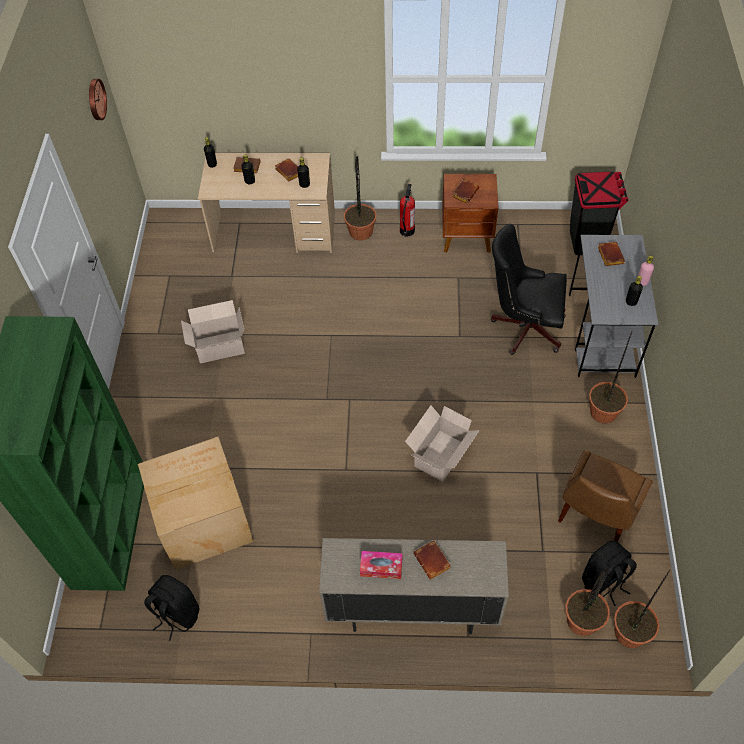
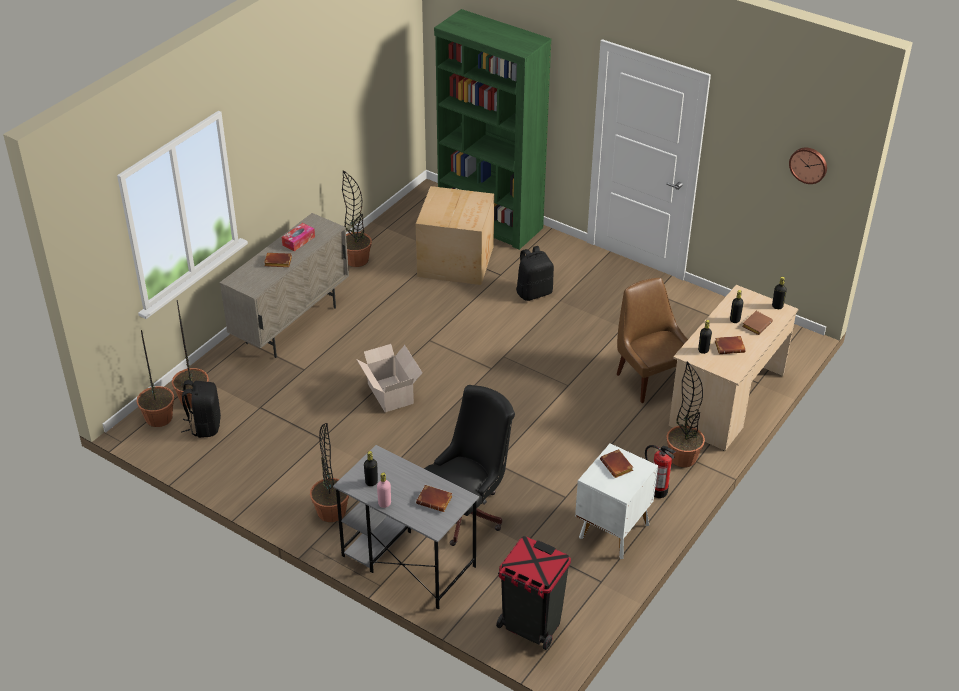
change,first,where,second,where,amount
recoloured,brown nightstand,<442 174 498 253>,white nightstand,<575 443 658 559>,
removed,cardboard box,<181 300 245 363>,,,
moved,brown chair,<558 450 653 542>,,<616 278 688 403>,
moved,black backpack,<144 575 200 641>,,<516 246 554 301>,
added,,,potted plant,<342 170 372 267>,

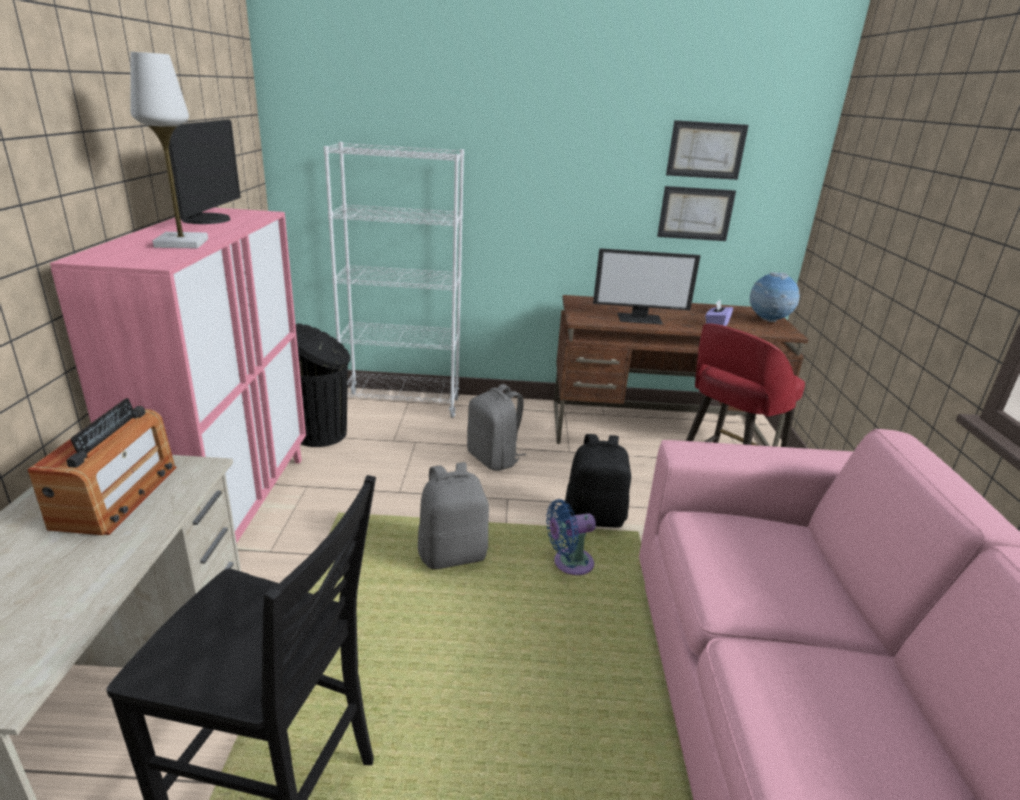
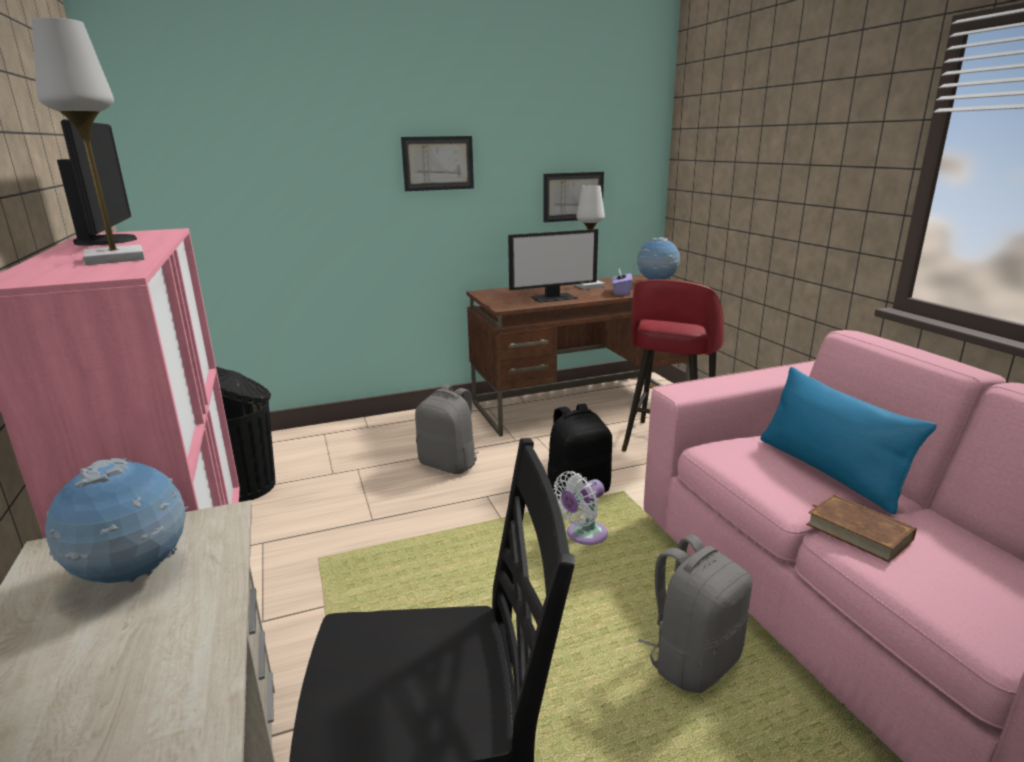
change,first,where,second,where,amount
moved,picture,<666 120 749 180>,,<401 136 474 191>,
removed,white bookcase,<324 142 464 418>,,,
replaced,radio,<27 398 177 535>,globe,<45 458 189 583>,
moved,grey backpack,<418 462 489 570>,,<638 534 752 693>,
recoloured,blue fan,<546 499 596 575>,white fan,<553 471 608 545>,
added,,,white table lamp,<573 185 605 289>,
added,,,blue pillow,<760 367 937 514>,
added,,,brown book,<806 495 917 563>,

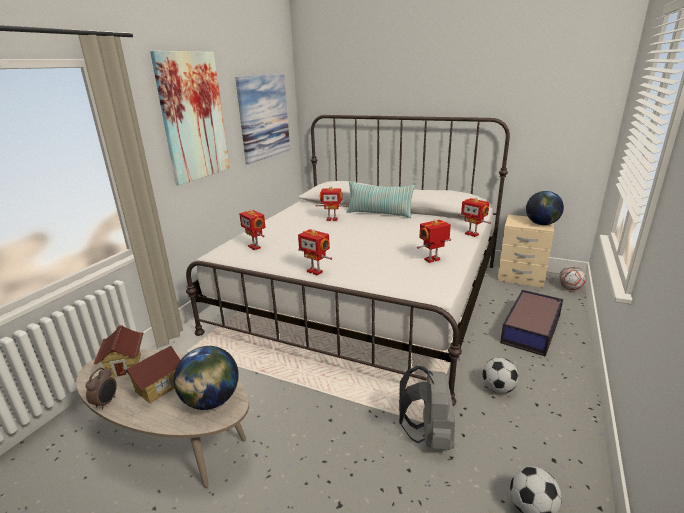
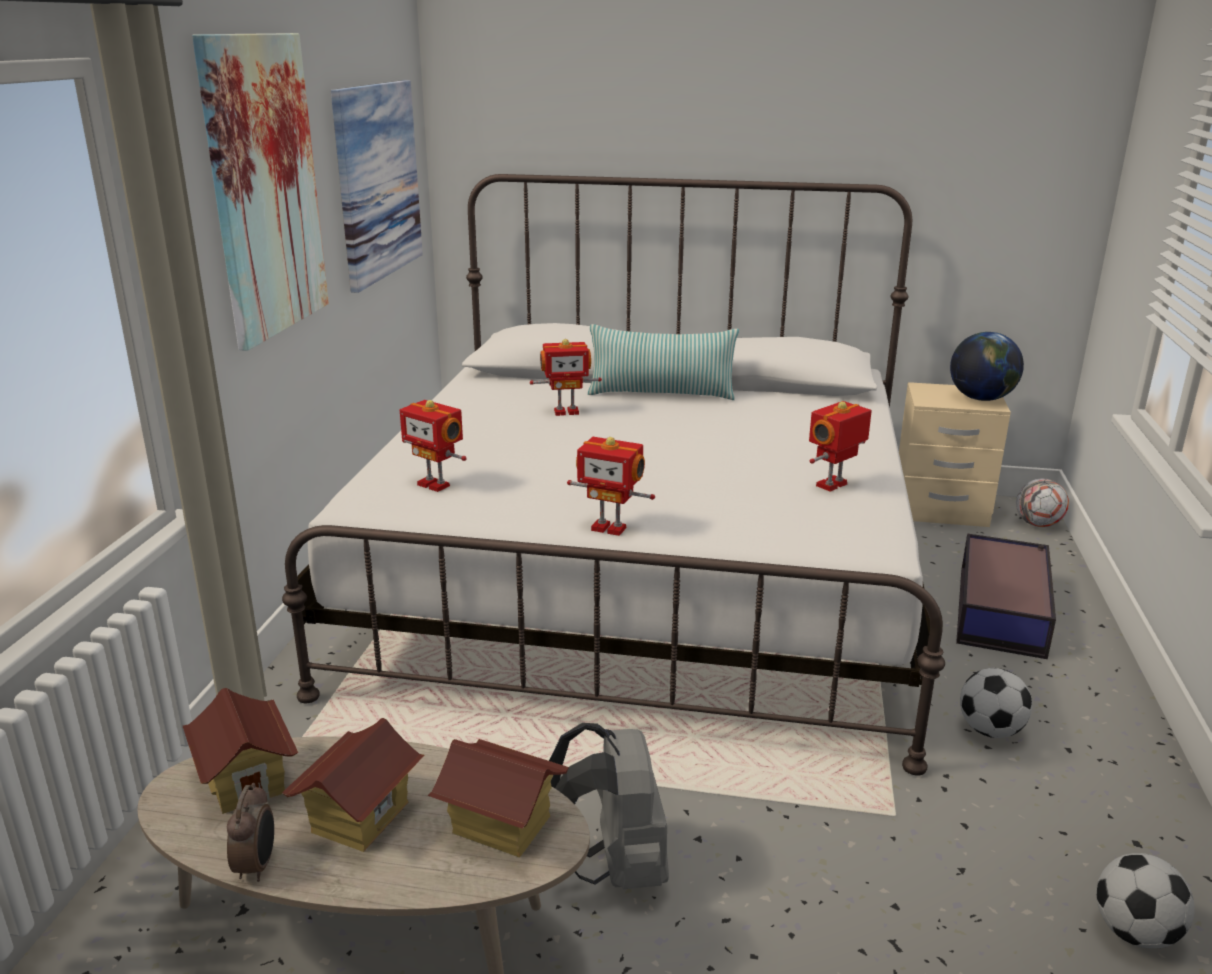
change,first,where,second,where,amount
removed,toy robot,<458 198 491 237>,,,
replaced,globe,<174 346 239 410>,toy house,<428 739 569 858>,
moved,grey backpack,<399 366 455 450>,,<549 723 669 889>,

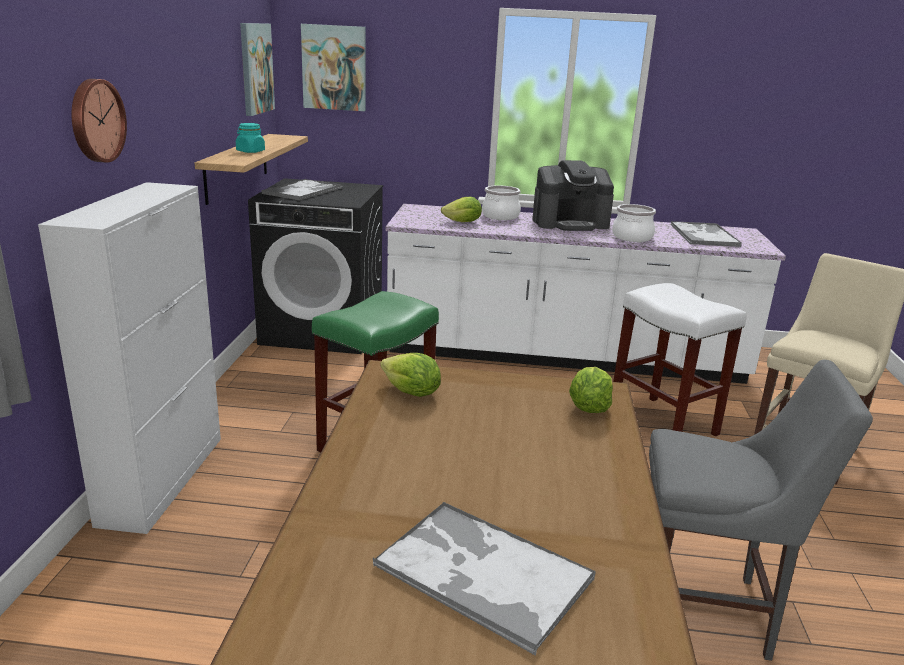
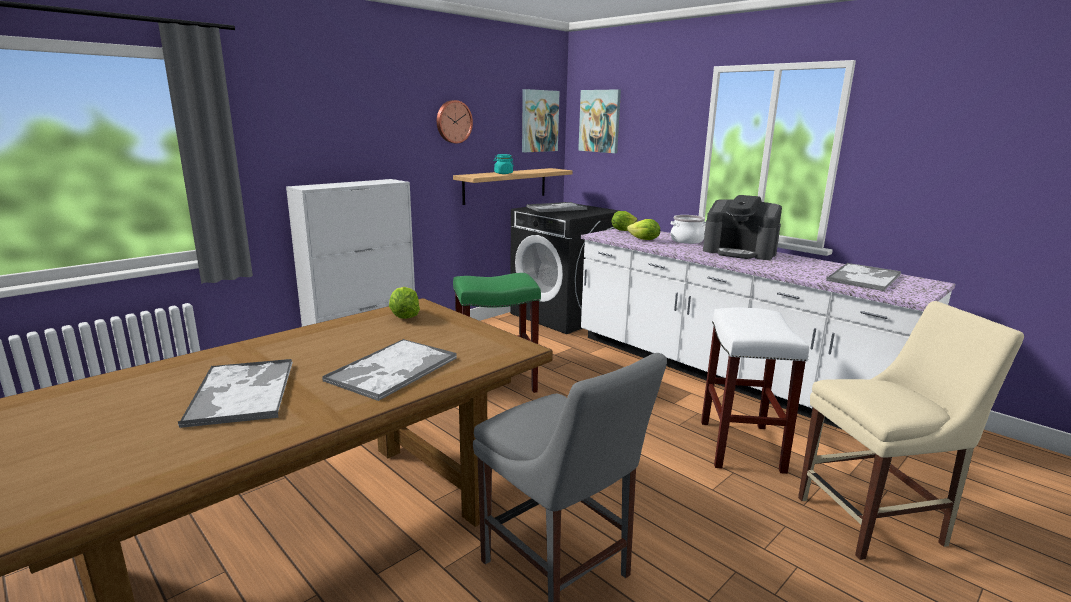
change,first,where,second,where,amount
moved,wall clock,<71 79 127 163>,,<437 100 473 144>,
removed,cooking pot,<612 204 656 242>,,,
moved,lettuce,<569 367 613 413>,,<611 211 637 231>,
added,,,tray,<322 339 457 401>,

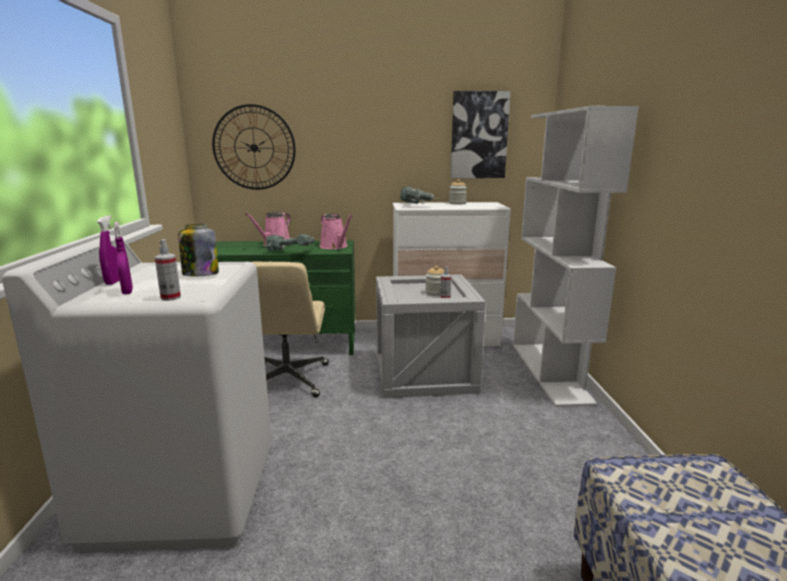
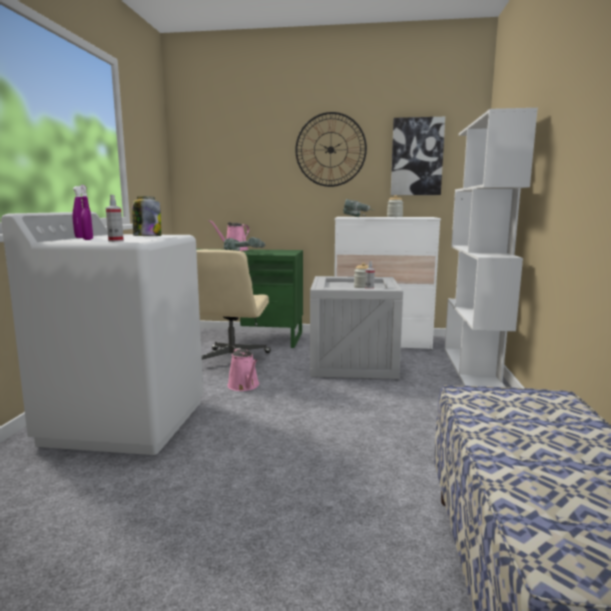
change,first,where,second,where,amount
moved,wall clock,<212 104 296 190>,,<295 112 367 187>,
moved,pink watering can,<320 213 353 249>,,<227 348 259 391>,

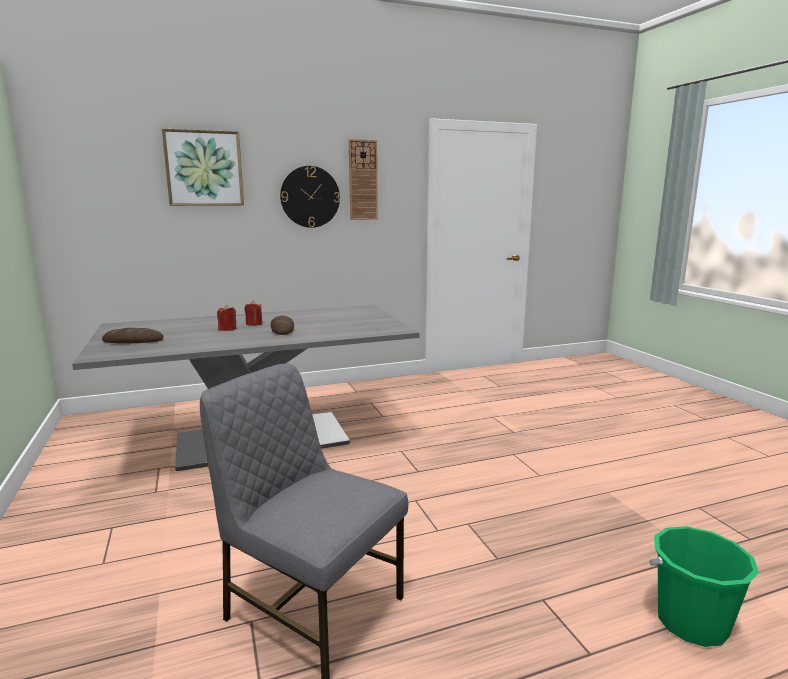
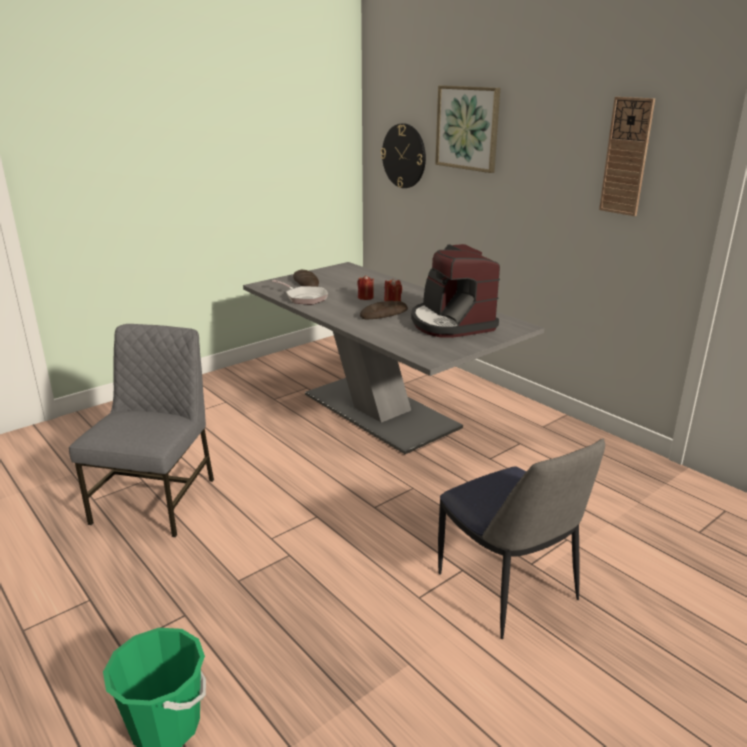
change,first,where,second,where,amount
moved,wall clock,<280 166 340 228>,,<381 123 426 188>,
added,,,coffee machine,<411 244 500 338>,
added,,,frying pan,<272 280 328 304>,
added,,,chair,<438 439 605 639>,

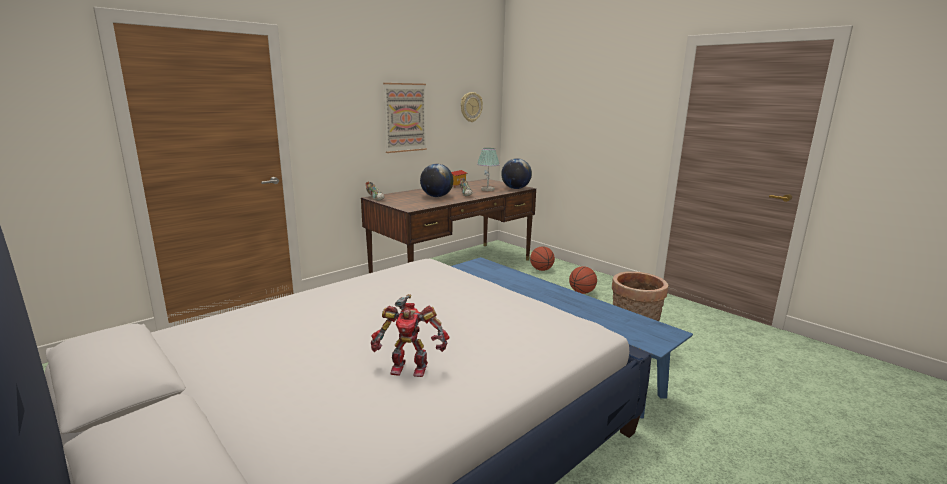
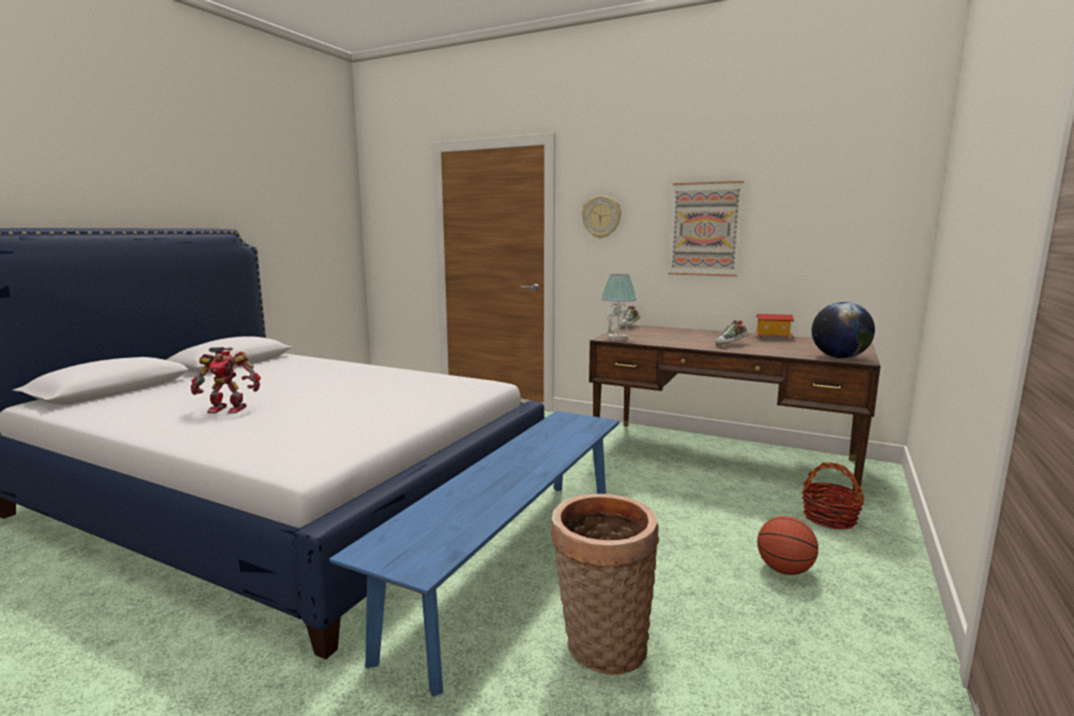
change,first,where,second,where,amount
moved,wall clock,<461 92 483 122>,,<582 196 621 238>,
moved,table lamp,<477 148 500 191>,,<602 274 637 341>,
removed,globe,<420 164 453 197>,,,
replaced,basketball,<530 247 555 271>,basket,<802 463 864 529>,
turned,toy robot,<371 294 449 377>,,<191 347 261 413>,75 degrees counterclockwise

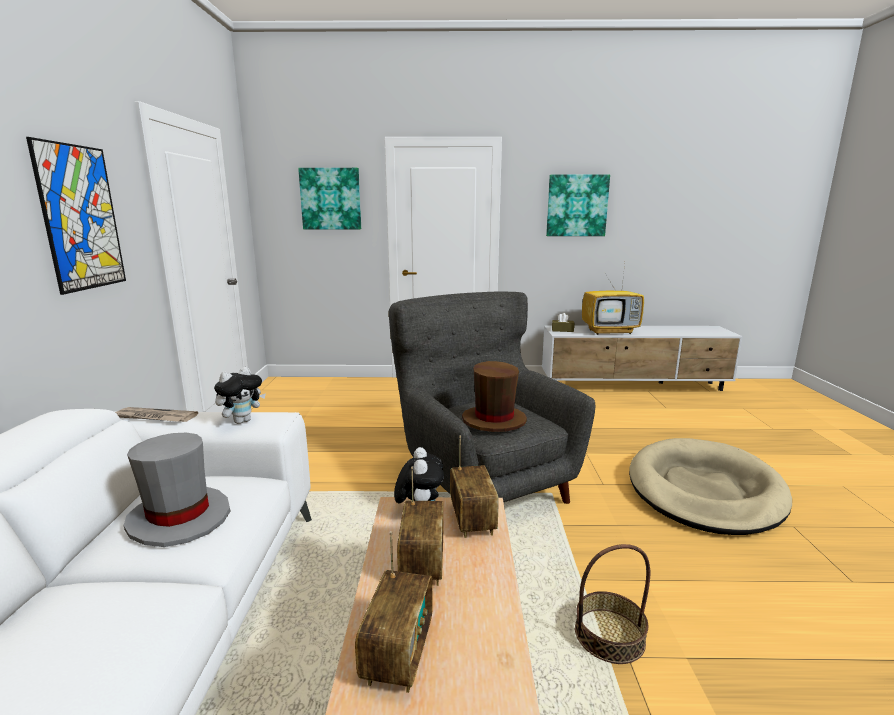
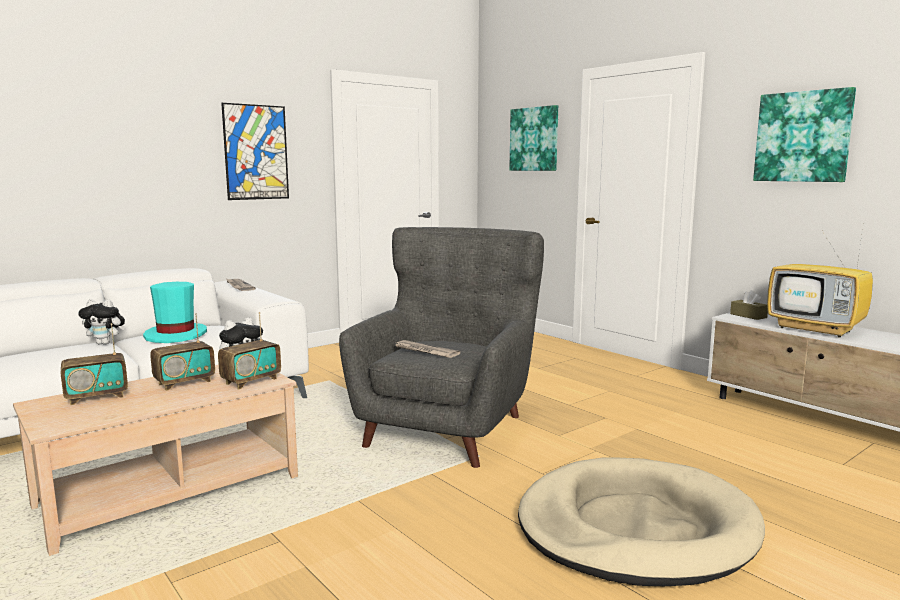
change,first,where,second,where,amount
replaced,brown hat,<462 361 527 432>,newspaper,<395 340 460 358>,
moved,plush toy,<214 367 266 424>,,<78 299 125 345>,
recoloured,grey hat,<123 433 231 547>,turquoise hat,<143 282 207 343>,
removed,basket,<575 544 650 664>,,,

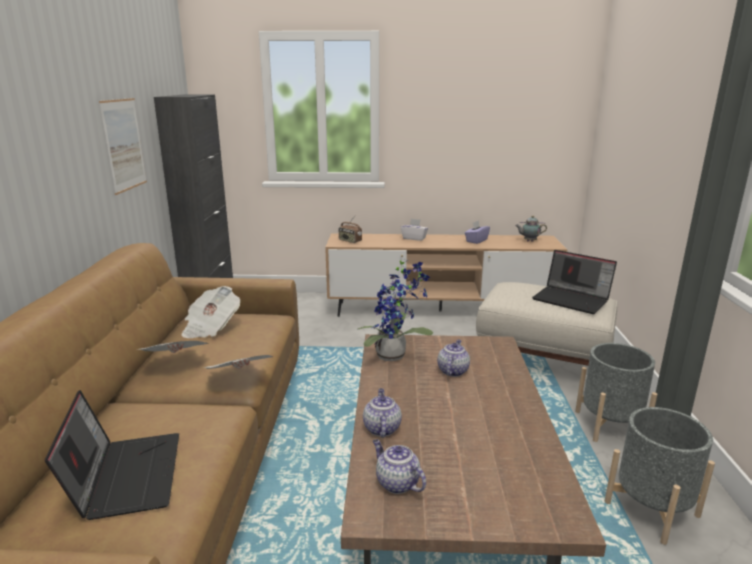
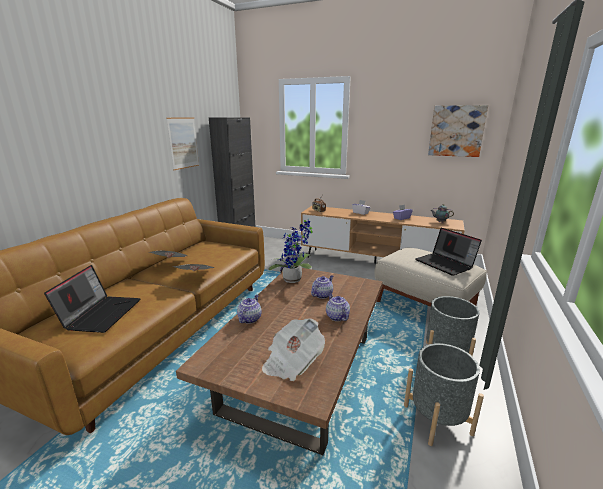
change,first,where,second,where,amount
moved,newspaper,<181 286 240 338>,,<262 319 325 381>,
moved,teapot,<373 439 426 494>,,<326 293 350 321>,
added,,,picture,<428 105 488 157>,

